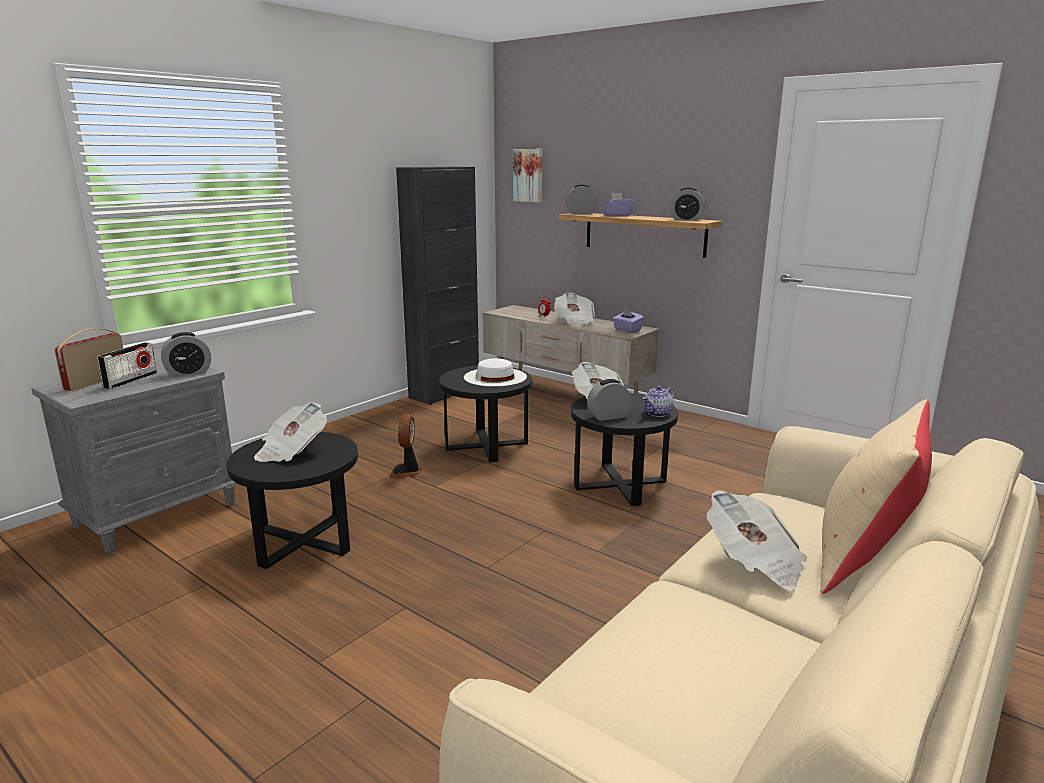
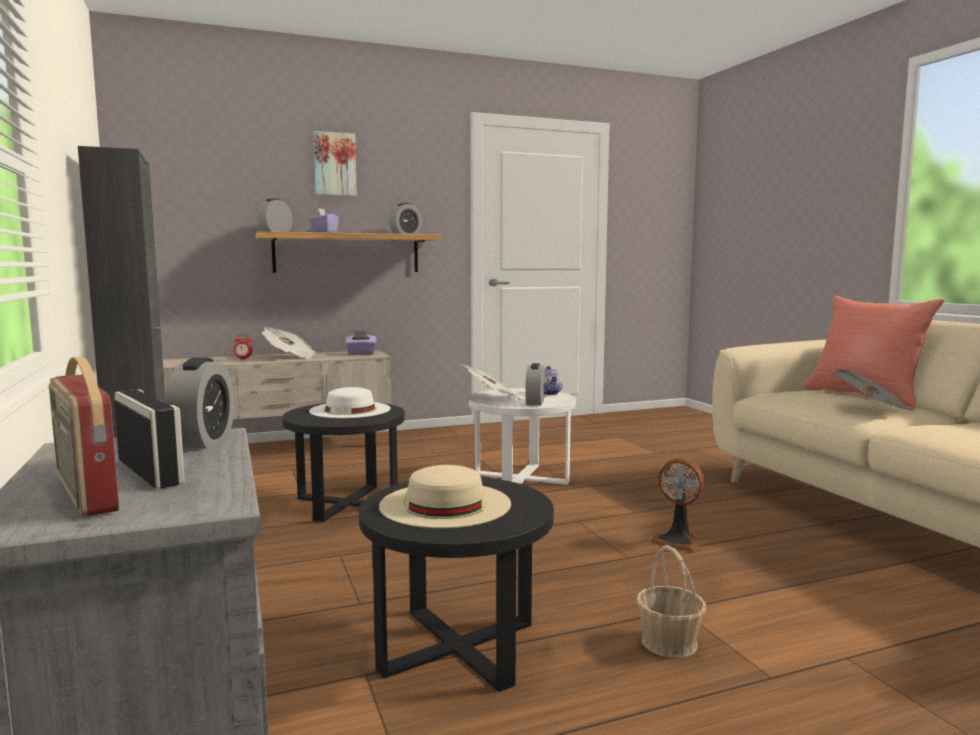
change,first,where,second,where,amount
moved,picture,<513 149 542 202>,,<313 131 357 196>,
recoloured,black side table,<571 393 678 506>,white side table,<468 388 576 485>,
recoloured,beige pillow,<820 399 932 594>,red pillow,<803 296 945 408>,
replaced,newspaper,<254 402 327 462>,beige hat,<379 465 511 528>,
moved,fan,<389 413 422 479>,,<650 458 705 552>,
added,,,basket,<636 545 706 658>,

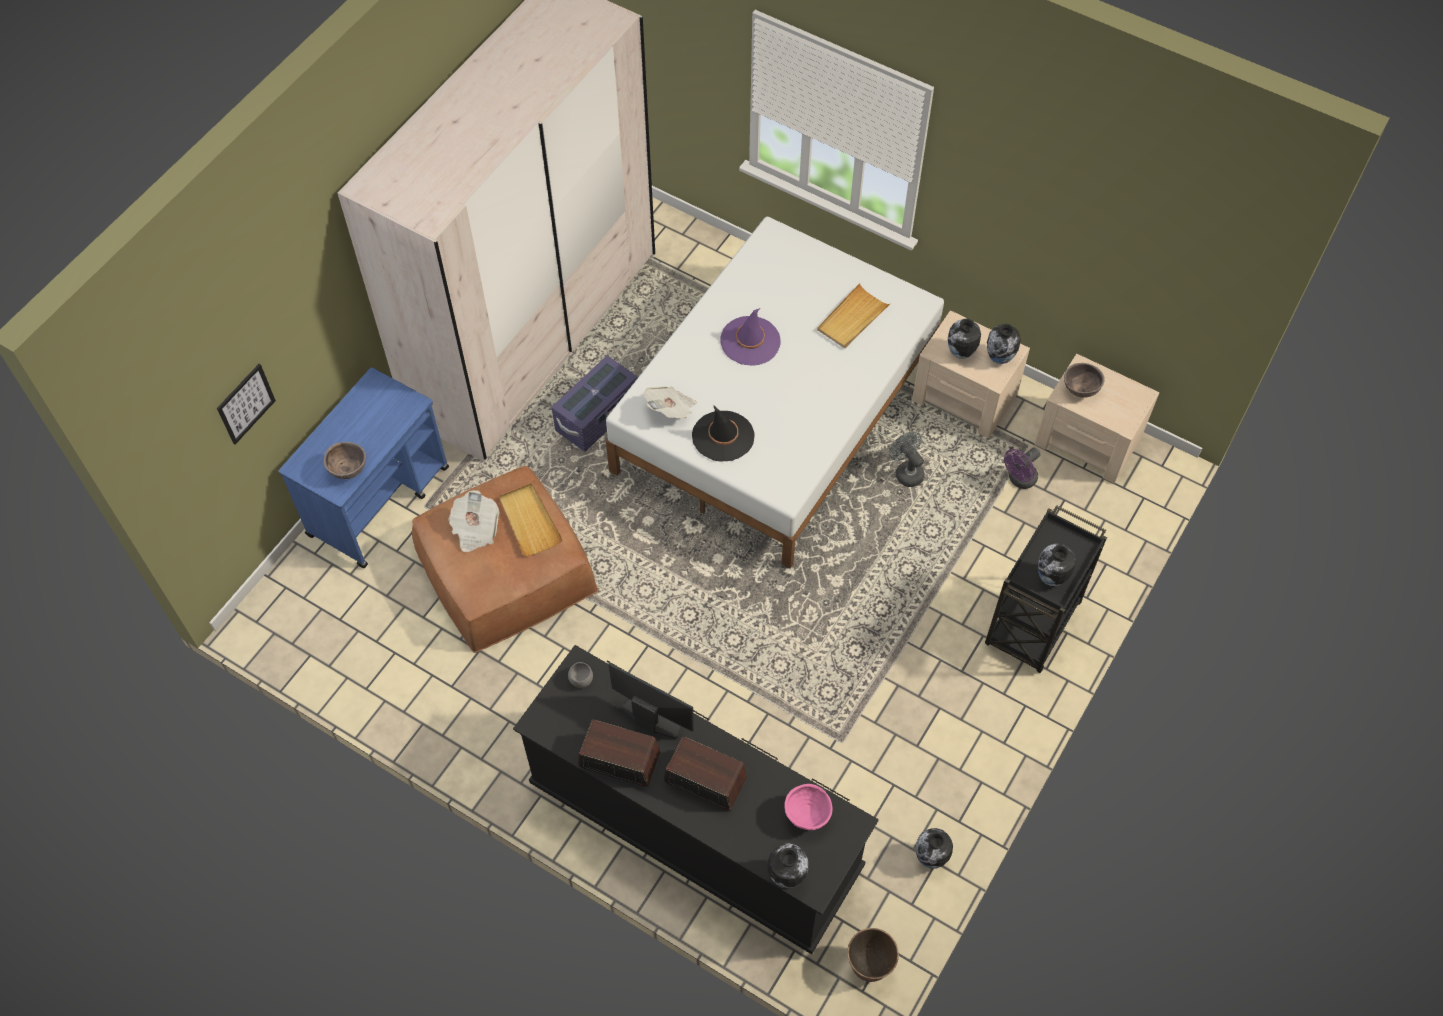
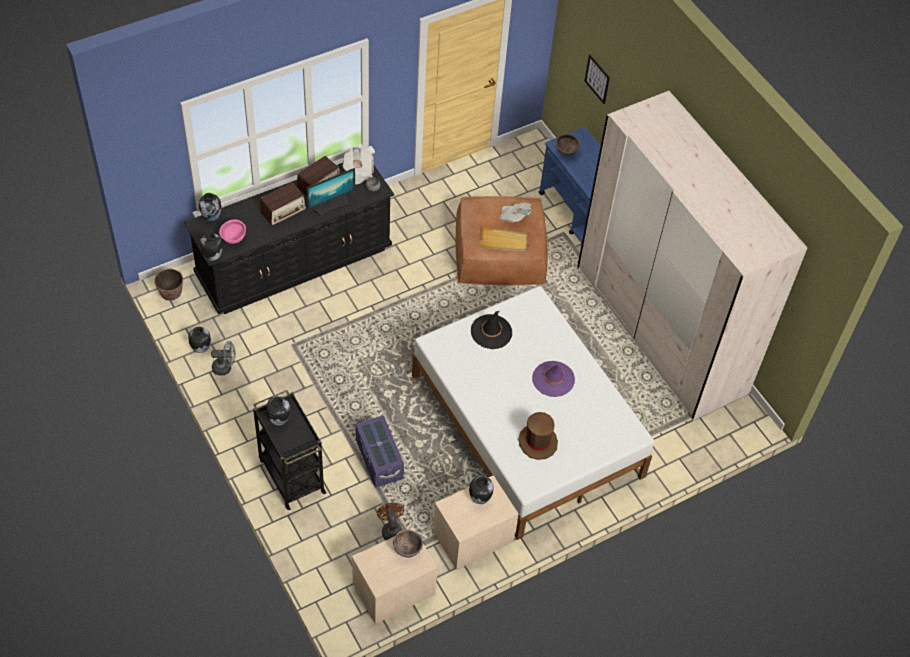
change,first,where,second,where,amount
replaced,beige tray,<817 283 891 349>,brown hat,<518 412 558 460>,
moved,vase,<987 324 1021 364>,,<200 232 223 261>,
moved,purple storage box,<552 356 637 452>,,<356 415 404 488>,
moved,newspaper,<643 386 697 419>,,<343 146 374 185>,
moved,grey fan,<889 431 925 487>,,<211 341 236 376>,
recoloured,purple fan,<1004 447 1040 489>,brown fan,<377 503 404 540>,

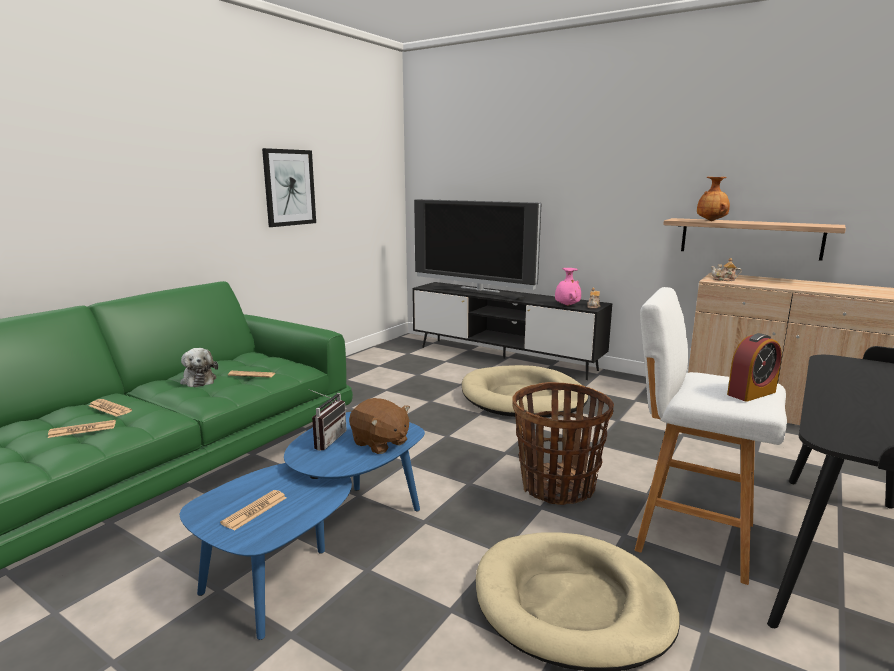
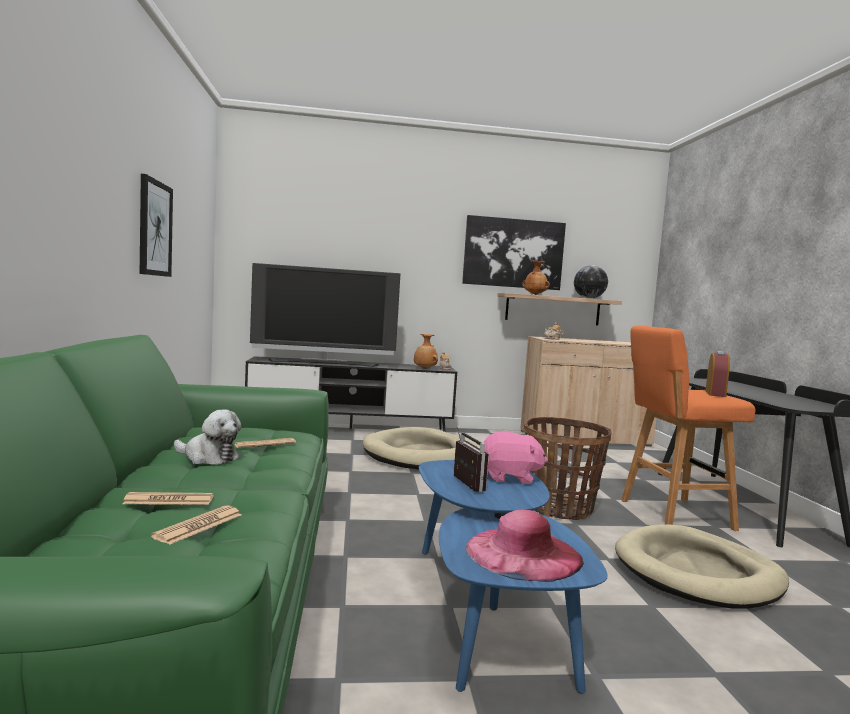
change,first,where,second,where,amount
recoloured,pink vase,<555 268 581 306>,brown vase,<414 334 438 369>,
recoloured,white stool,<635 287 787 585>,orange stool,<621 326 756 531>,
recoloured,brown plush toy,<349 398 410 454>,pink plush toy,<483 432 548 484>,
replaced,newspaper,<220 490 287 531>,pink hat,<466 510 584 582>,
added,,,picture,<462 215 566 290>,
added,,,globe,<574 265 608 299>,

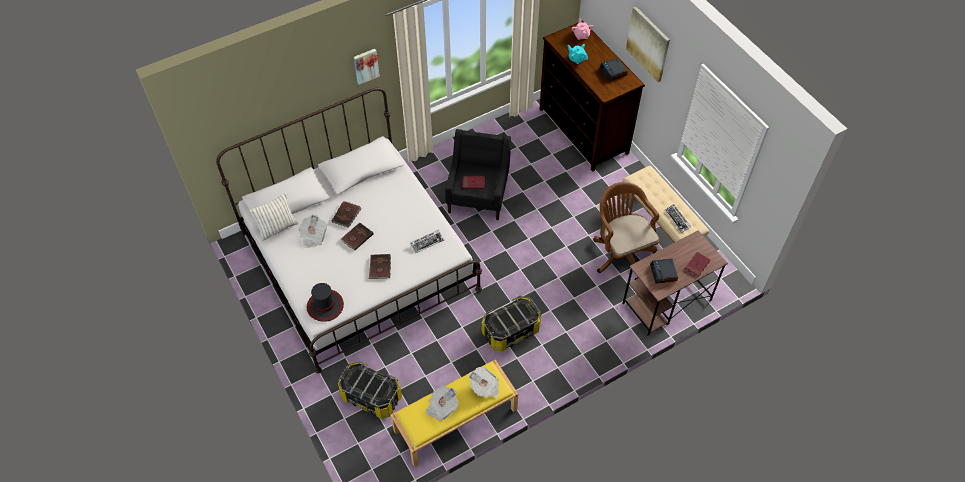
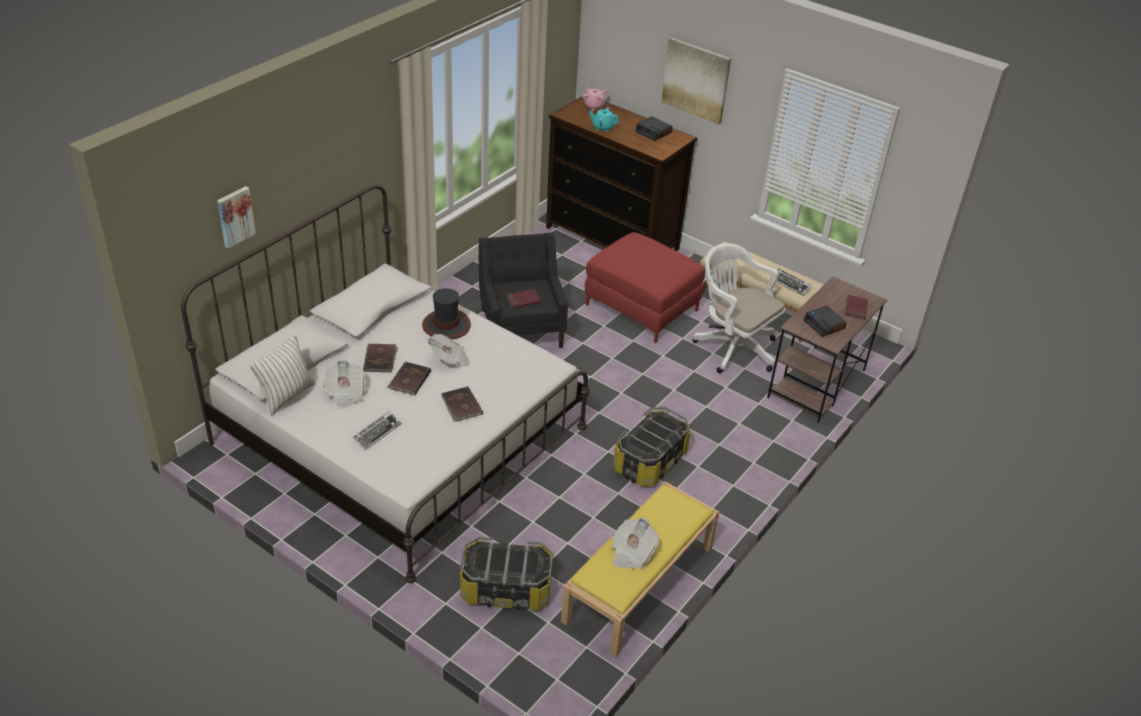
change,first,where,second,where,amount
moved,picture,<354 49 380 85>,,<217 186 256 249>,
recoloured,brown office chair,<593 182 660 280>,white office chair,<693 243 785 373>,
moved,keyboard,<410 230 444 253>,,<353 411 402 450>,
moved,hat,<306 283 344 322>,,<422 288 471 339>,
moved,newspaper,<469 367 499 398>,,<427 334 470 365>,
added,,,red ottoman,<585 232 705 343>,

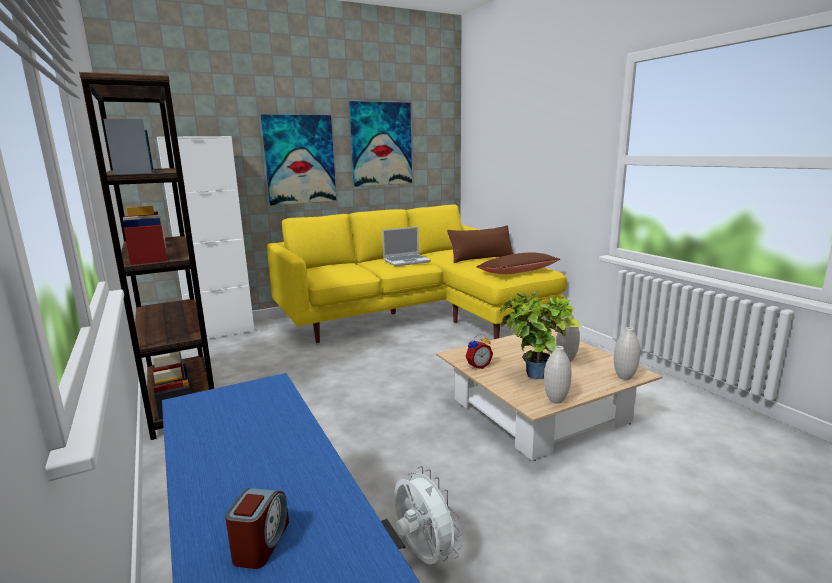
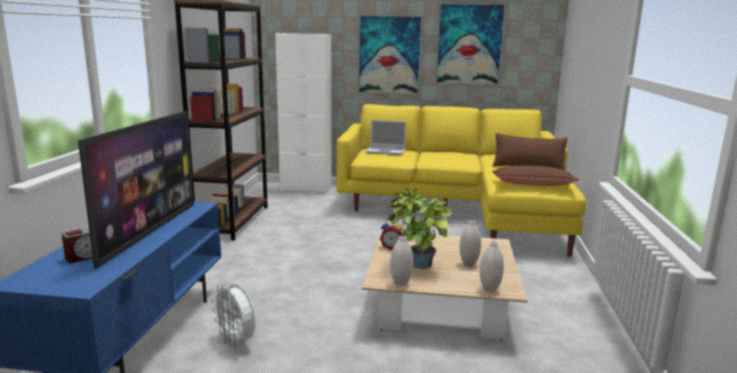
change,first,where,second,where,amount
moved,laptop,<382 227 431 267>,,<366 120 406 155>,
turned,white fan,<394 466 462 565>,,<211 284 255 348>,135 degrees clockwise
added,,,television,<78 111 194 269>,

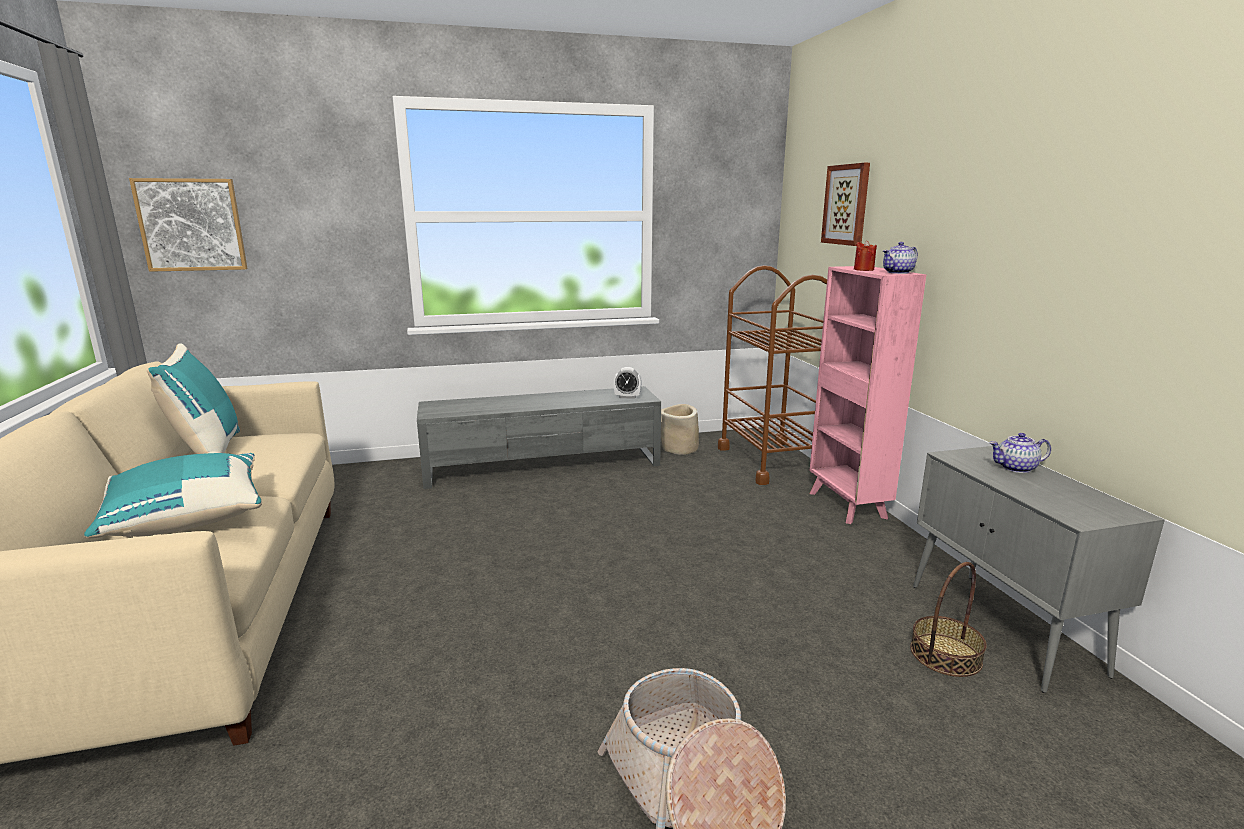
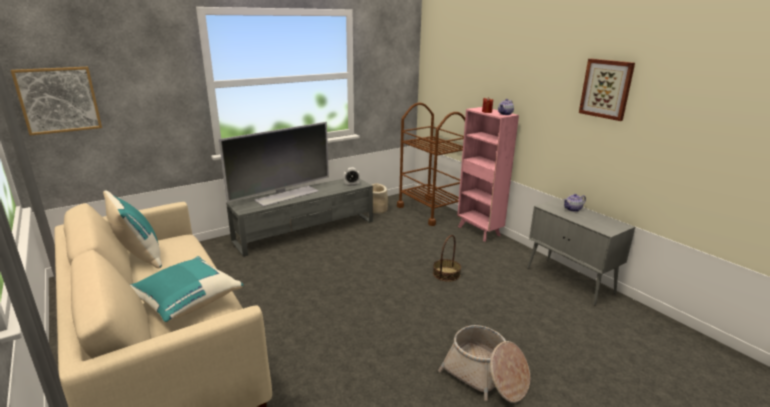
change,first,where,second,where,amount
moved,picture,<821 163 870 246>,,<579 59 635 121>,
moved,basket,<910 562 987 677>,,<433 235 461 282>,
added,,,television,<219 122 329 207>,

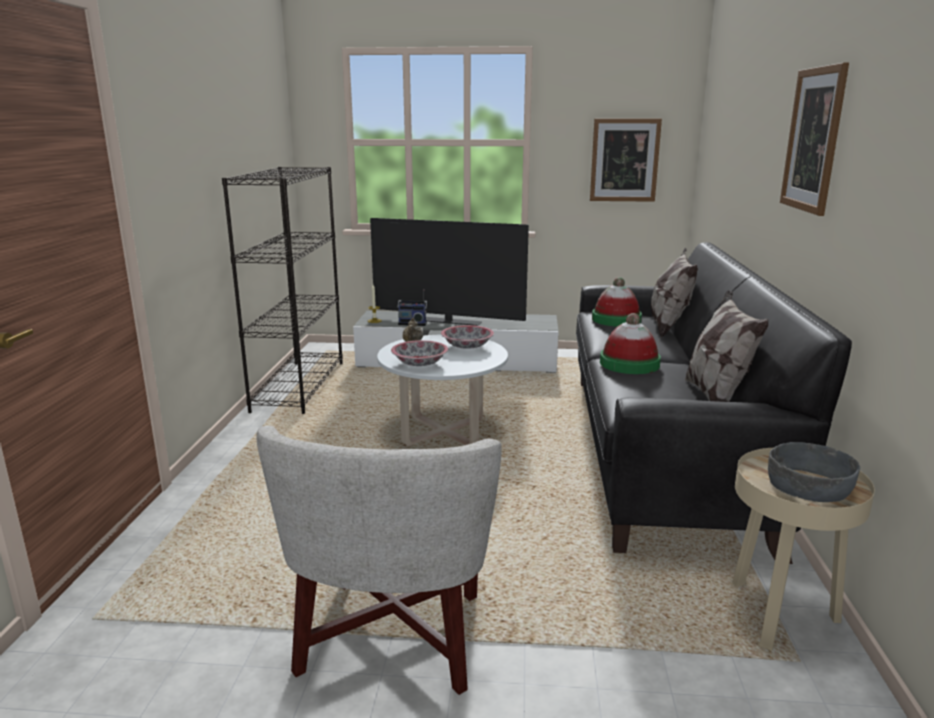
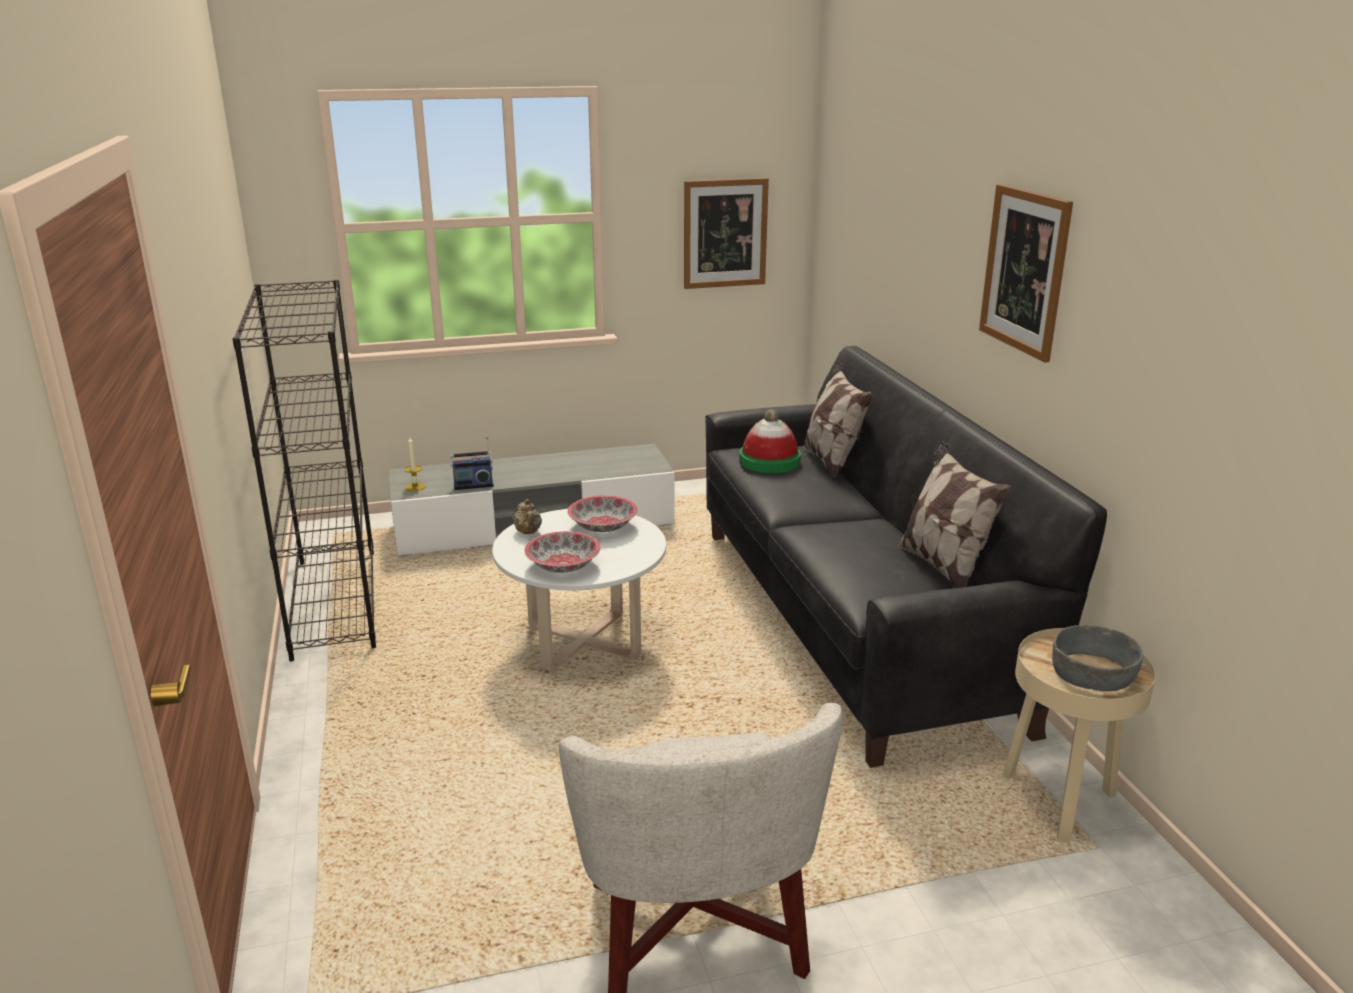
change,first,where,second,where,amount
removed,television,<370 218 529 326>,,,
removed,hat,<600 313 661 374>,,,

